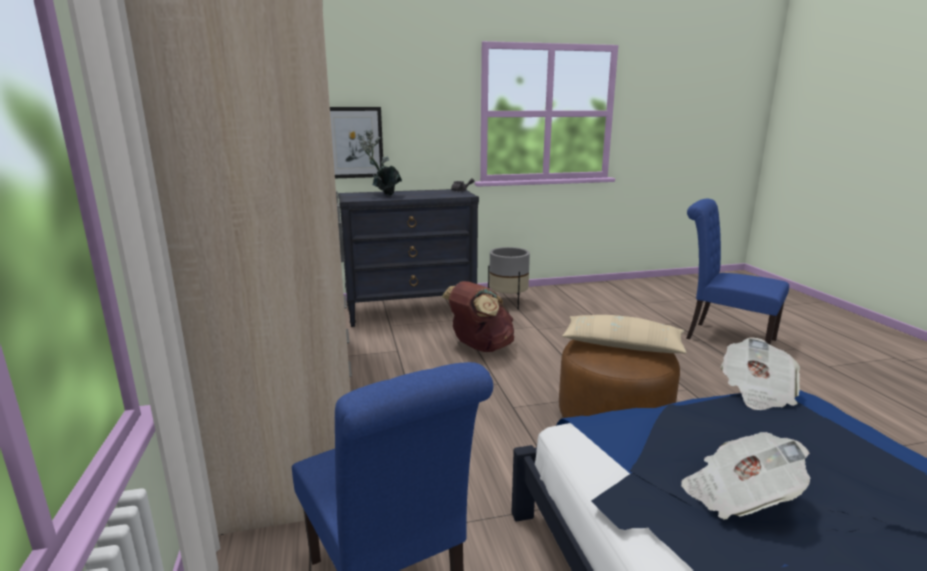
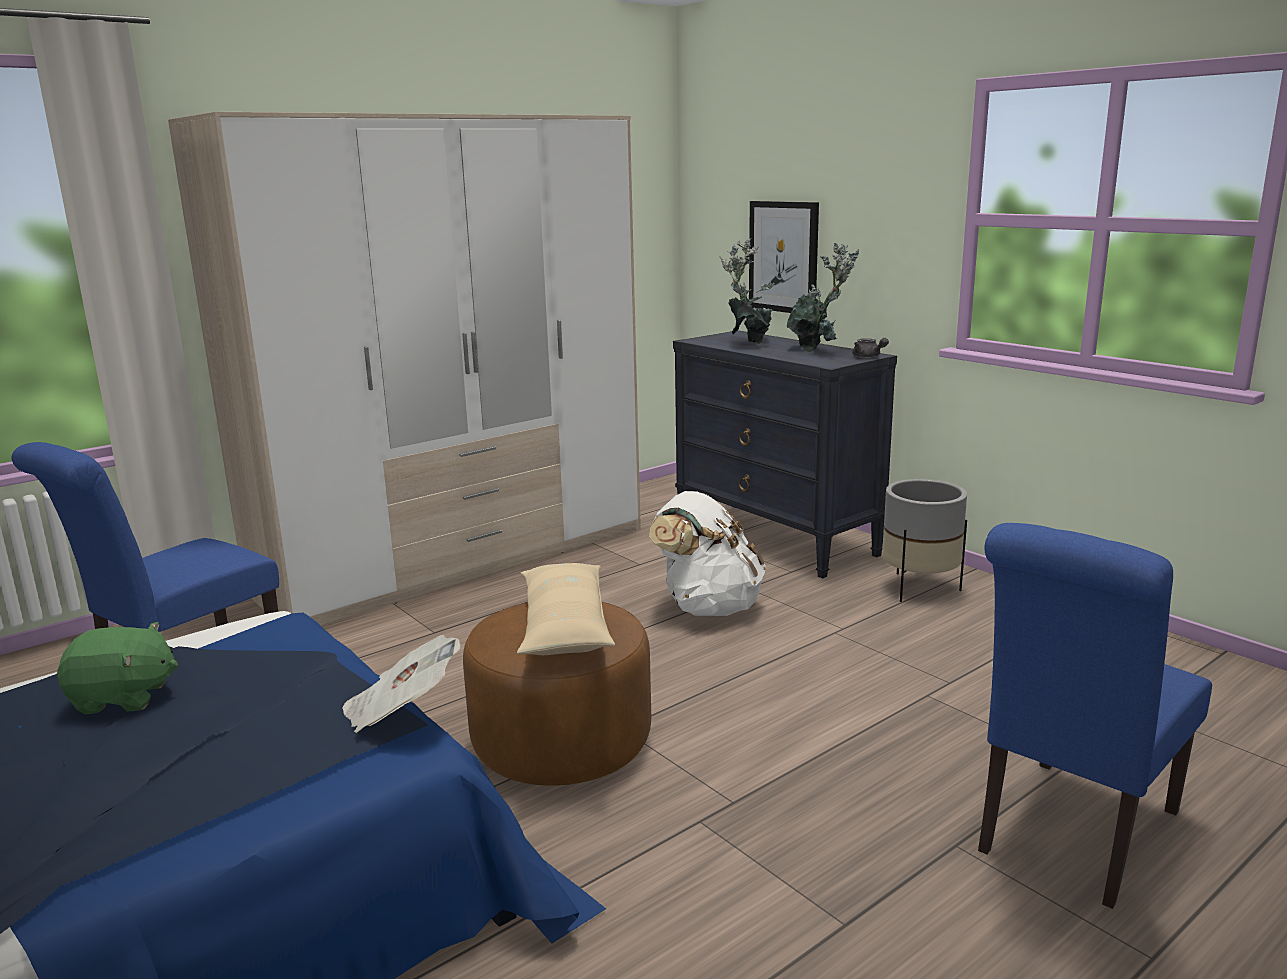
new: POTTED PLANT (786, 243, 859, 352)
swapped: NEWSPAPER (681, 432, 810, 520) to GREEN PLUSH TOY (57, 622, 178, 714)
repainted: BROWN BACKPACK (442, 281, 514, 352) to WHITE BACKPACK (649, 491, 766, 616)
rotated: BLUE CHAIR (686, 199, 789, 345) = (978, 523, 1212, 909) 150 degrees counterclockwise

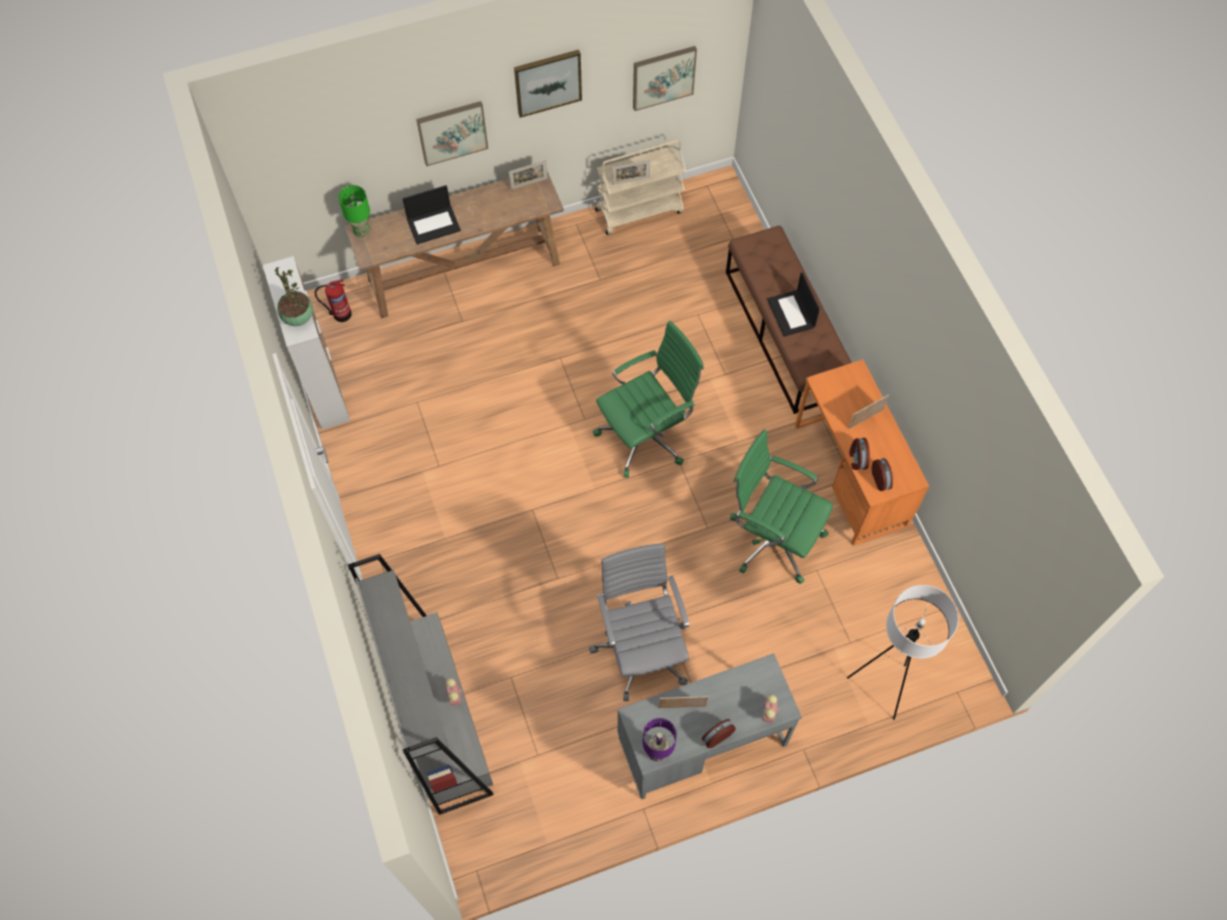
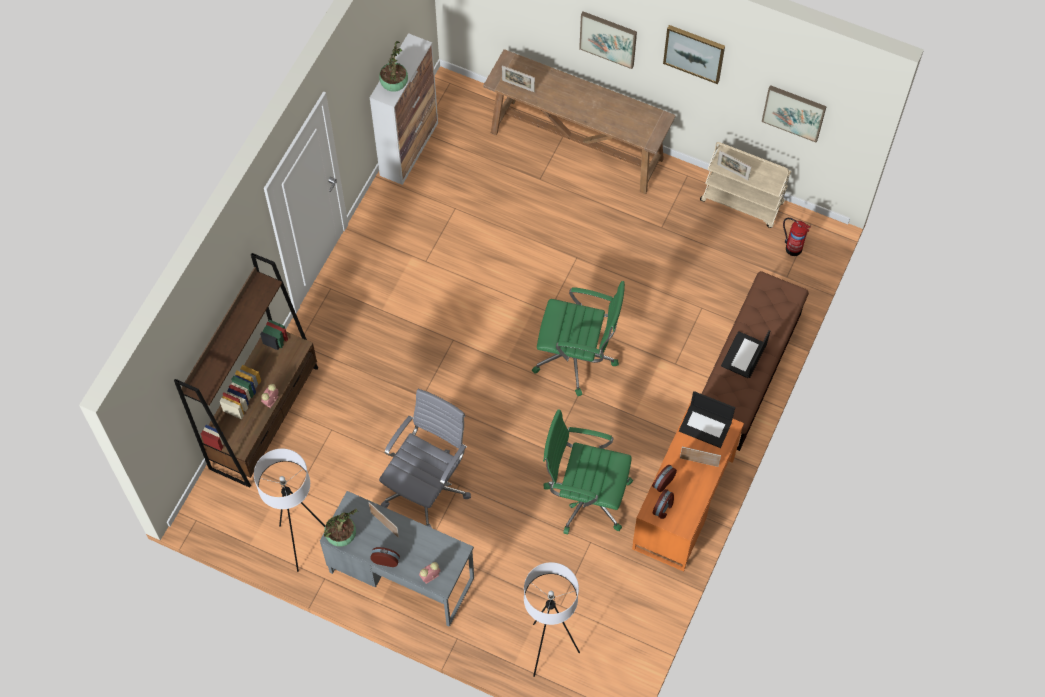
gone: GREEN TABLE LAMP (338, 185, 370, 237)
new: WHITE FLOOR LAMP (254, 449, 325, 572)
shifted: FIRE EXTINGUISHER (315, 279, 352, 322) to (783, 218, 811, 256); LAPTOP (402, 185, 461, 244) to (679, 391, 735, 448); PICTURE FRAME (509, 160, 548, 190) to (502, 65, 535, 92)
swapped: PURPLE TABLE LAMP (642, 718, 677, 762) to POTTED PLANT (324, 509, 358, 547)
repainted: GREY BOOKCASE (348, 554, 493, 815) to BROWN BOOKCASE (174, 253, 318, 488)
rotated: GREEN OFFICE CHAIR (730, 429, 833, 584) = (543, 409, 633, 534) 60 degrees counterclockwise

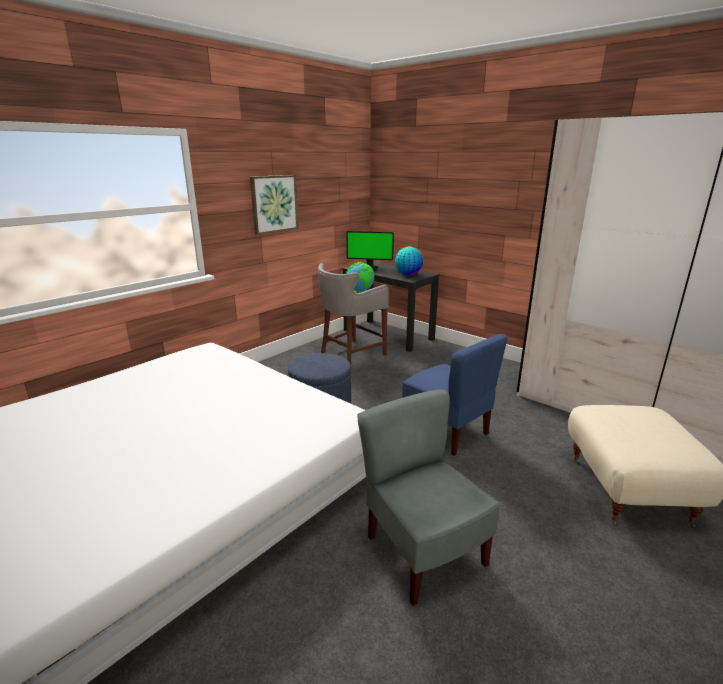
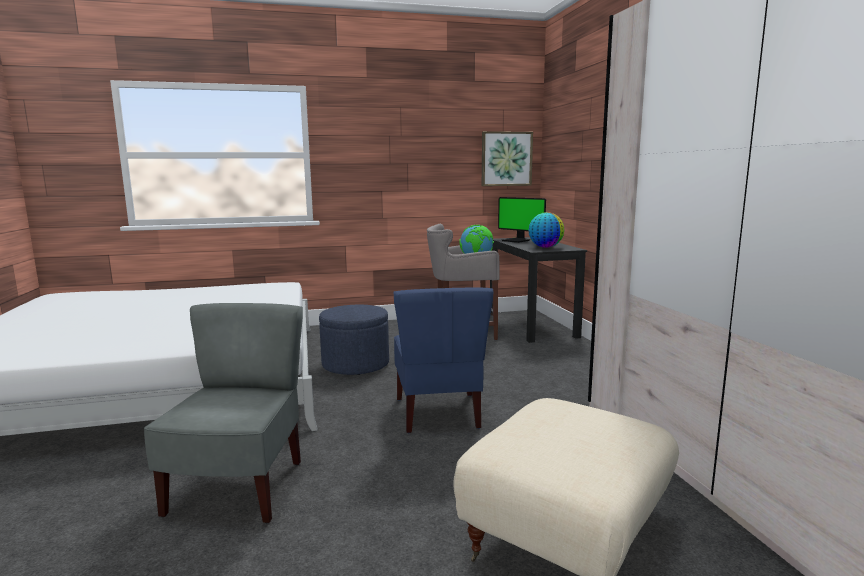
shifted: PICTURE (250, 175, 299, 235) to (482, 131, 533, 186)

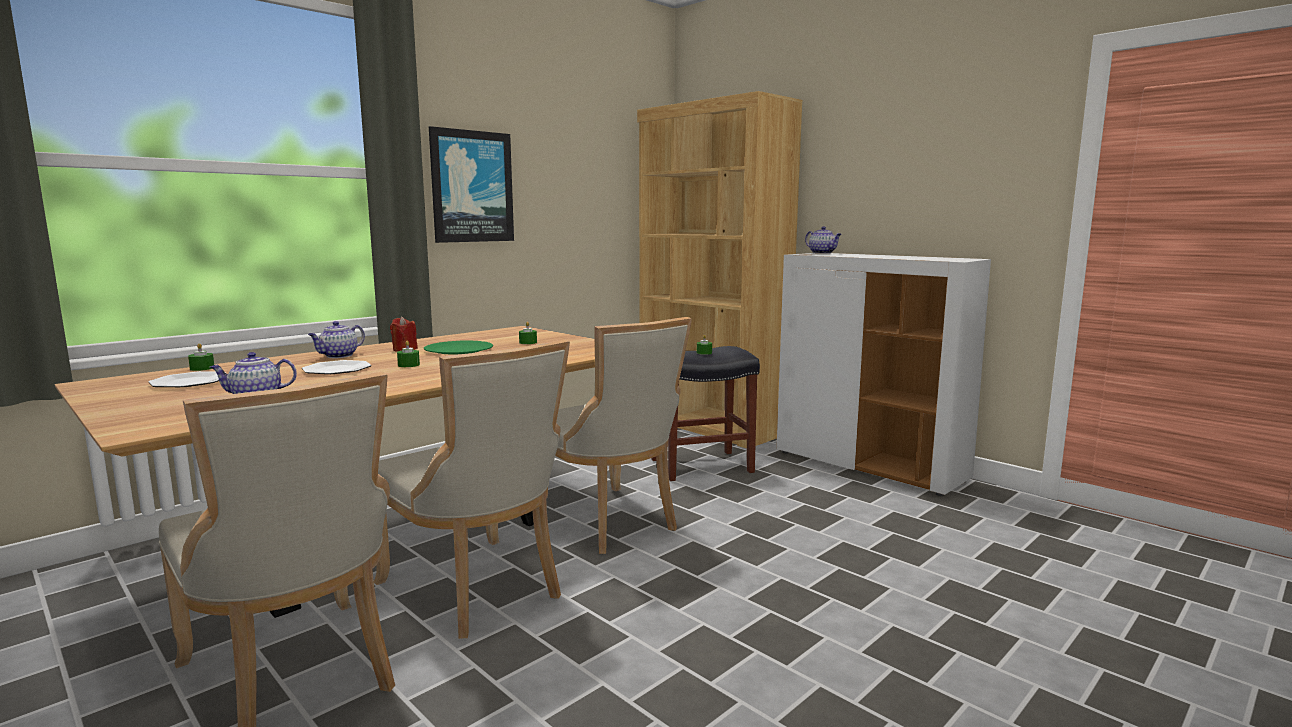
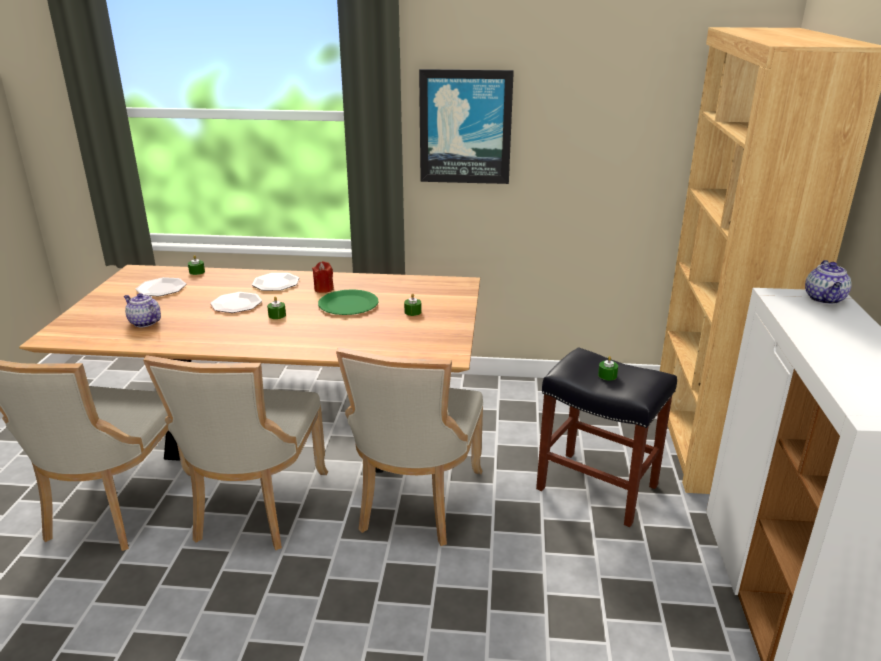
swapped: TEAPOT (308, 321, 365, 358) to PLATE (252, 273, 299, 291)

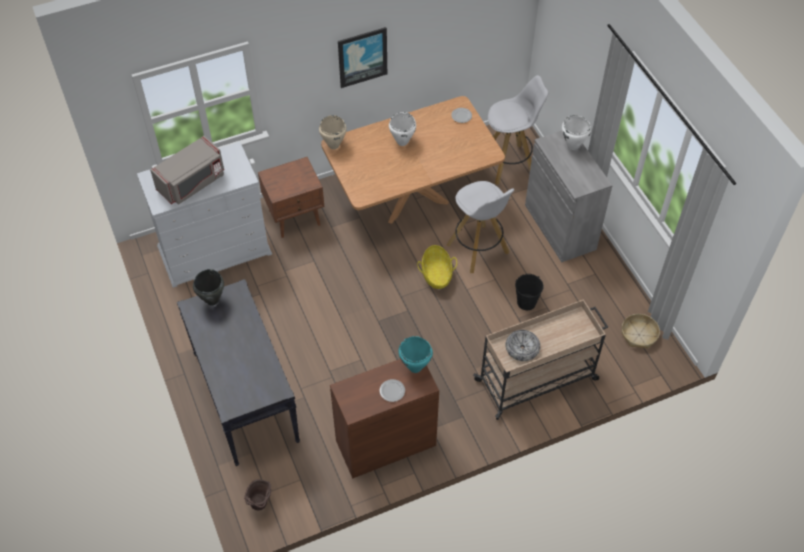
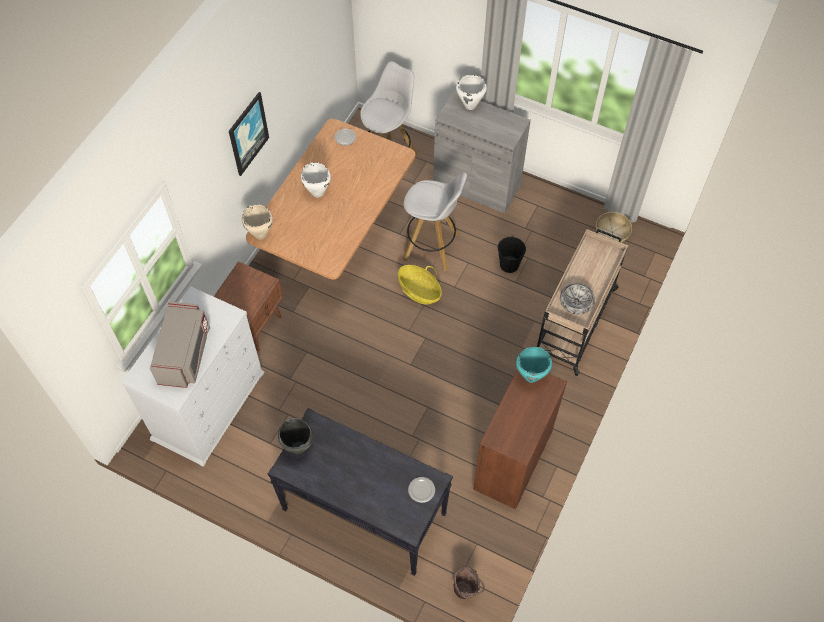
shifted: PLATE (380, 379, 405, 402) to (408, 477, 435, 503)

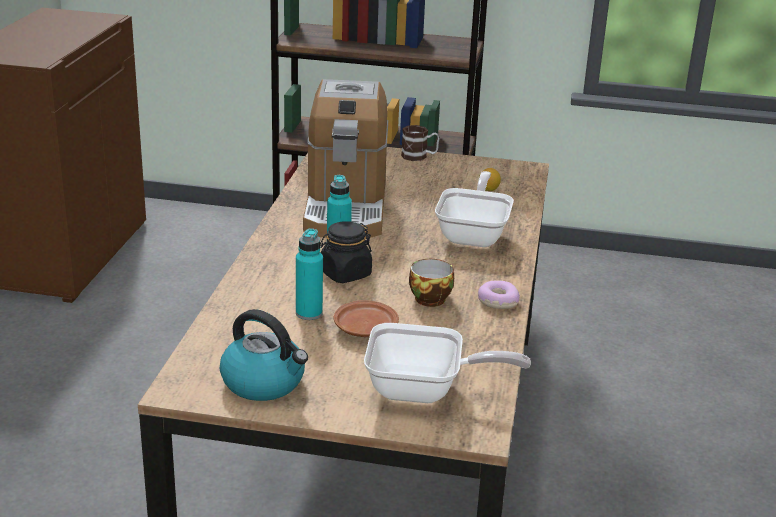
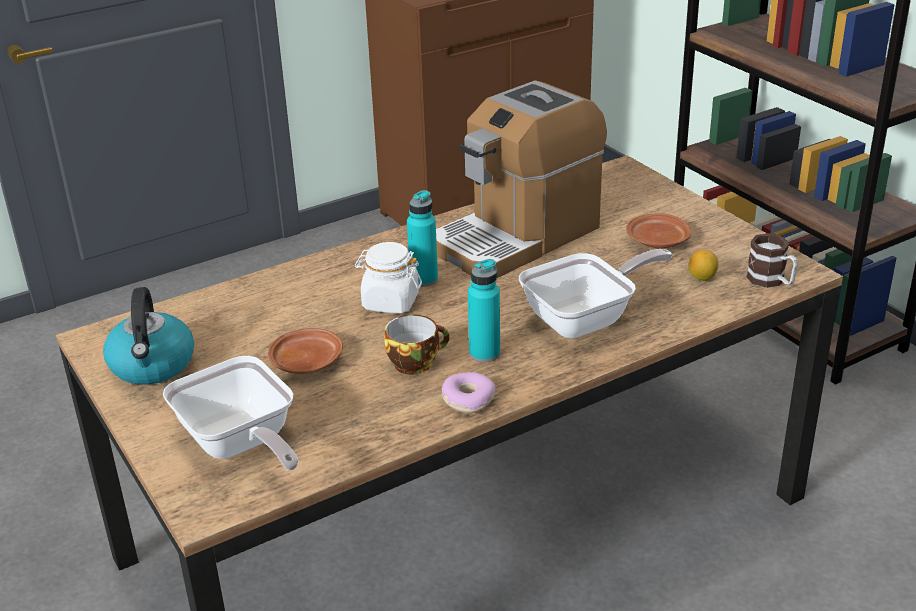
new: BROWN PLATE (626, 213, 691, 248)
shifted: TURQUOISE BOTTLE (296, 228, 323, 320) to (468, 259, 500, 362); MUG (401, 125, 440, 161) to (746, 233, 798, 288)
repainted: BLACK JAR (320, 221, 372, 283) to WHITE JAR (355, 242, 422, 313)

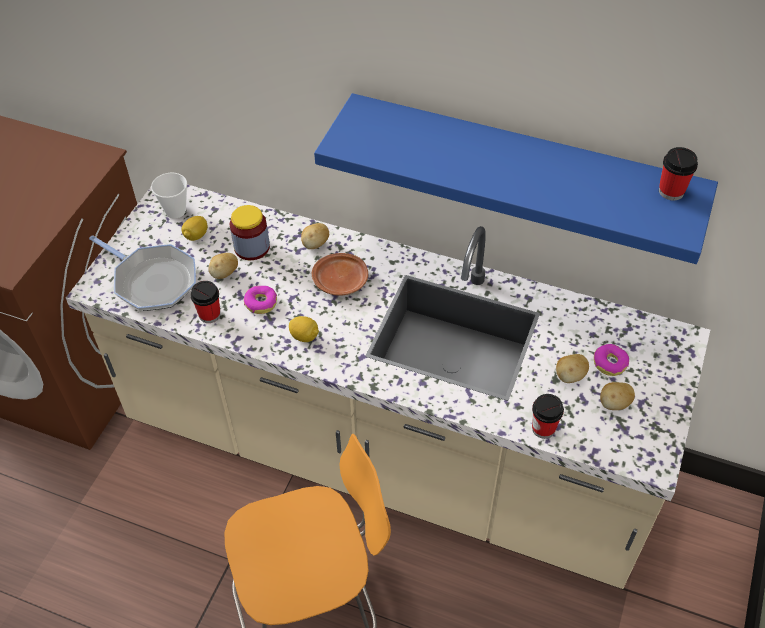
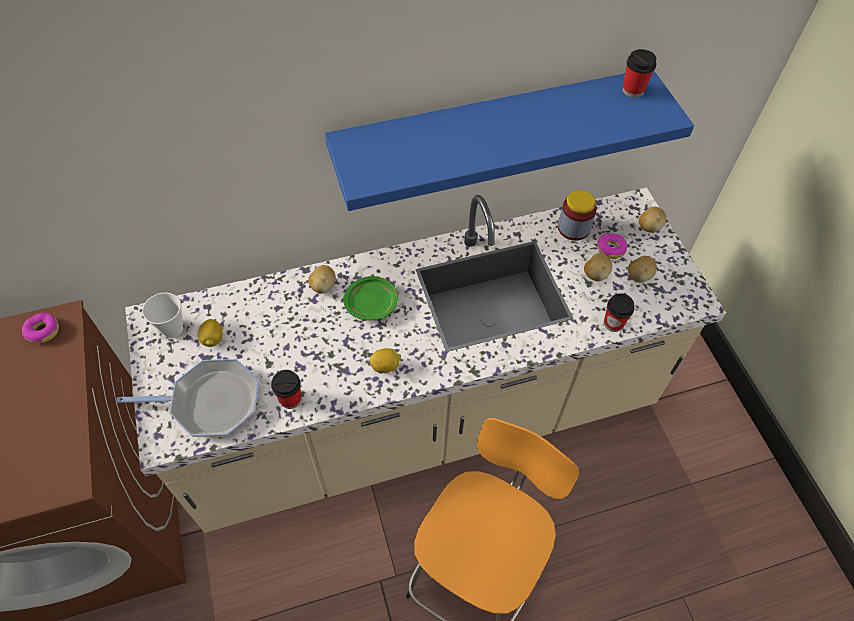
shifted: POTATO (208, 253, 238, 279) to (639, 207, 666, 233); JAR (230, 205, 270, 260) to (558, 190, 597, 241); DONUT (244, 286, 277, 314) to (22, 313, 59, 344)
repainted: BROWN PLATE (312, 253, 368, 296) to GREEN PLATE (343, 276, 398, 320)

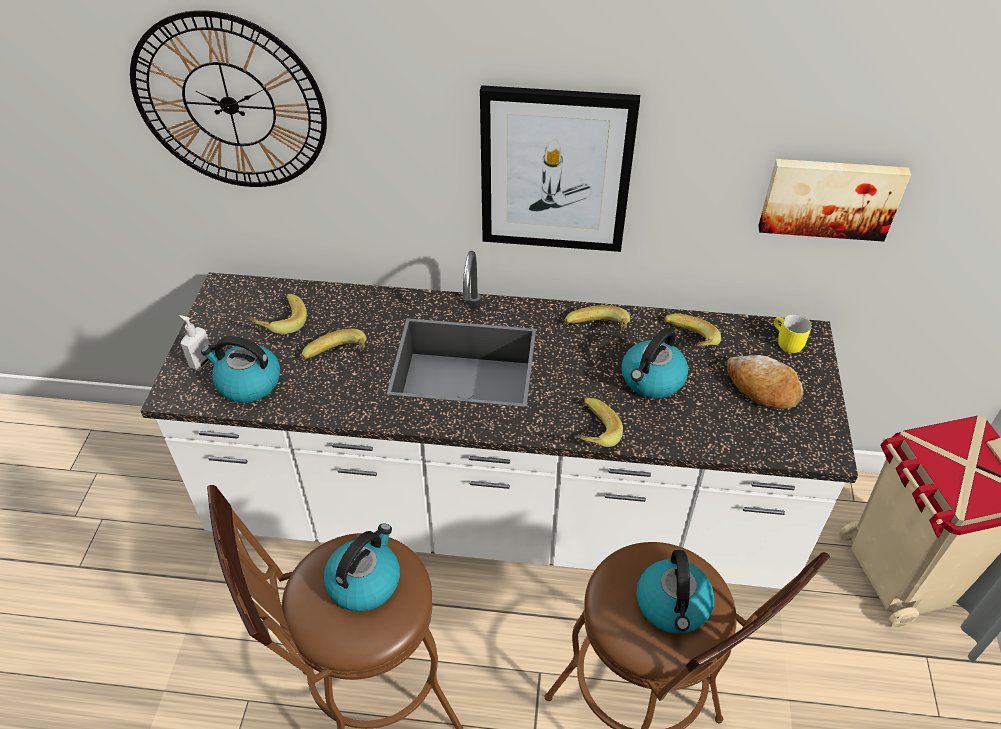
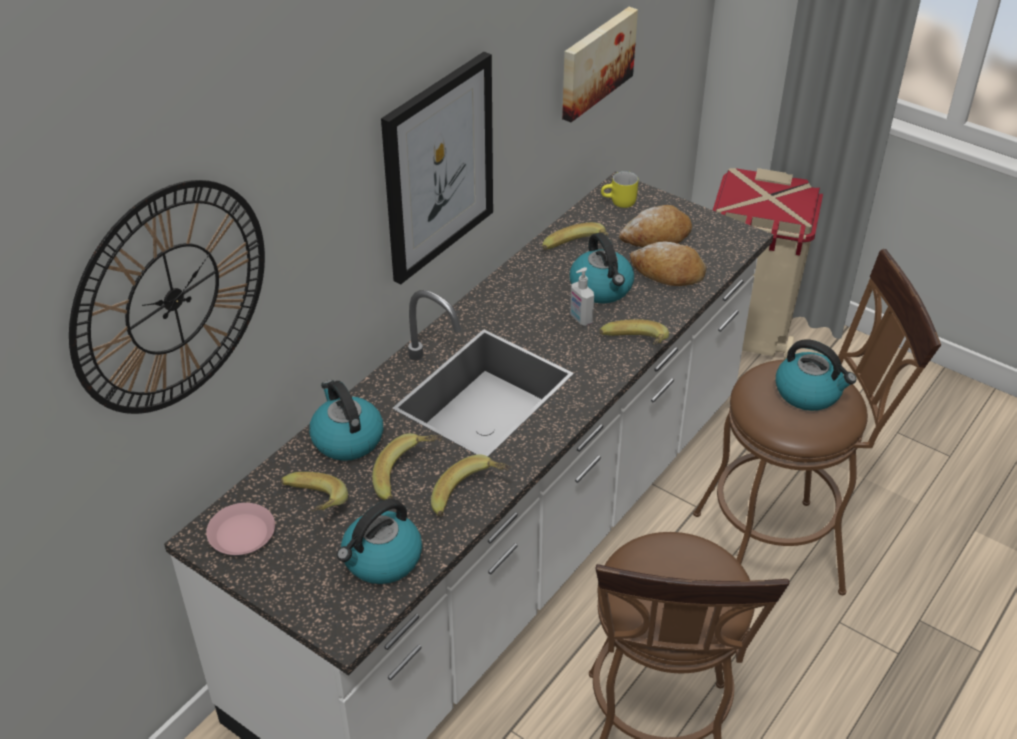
new: PINK PLATE (206, 503, 275, 555); BREAD (630, 242, 706, 286)
shifted: SOAP DISPENSER (180, 315, 210, 370) to (570, 267, 594, 326); KETTLE (324, 524, 400, 611) to (309, 380, 383, 461); BANANA (564, 305, 630, 330) to (431, 454, 510, 516)

